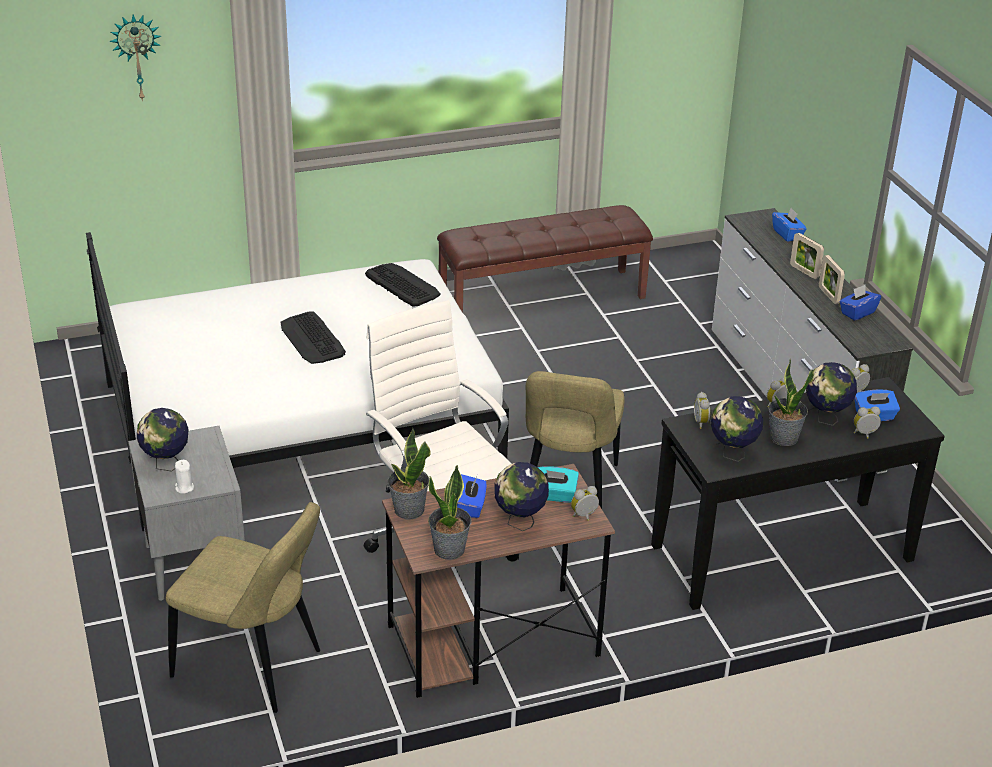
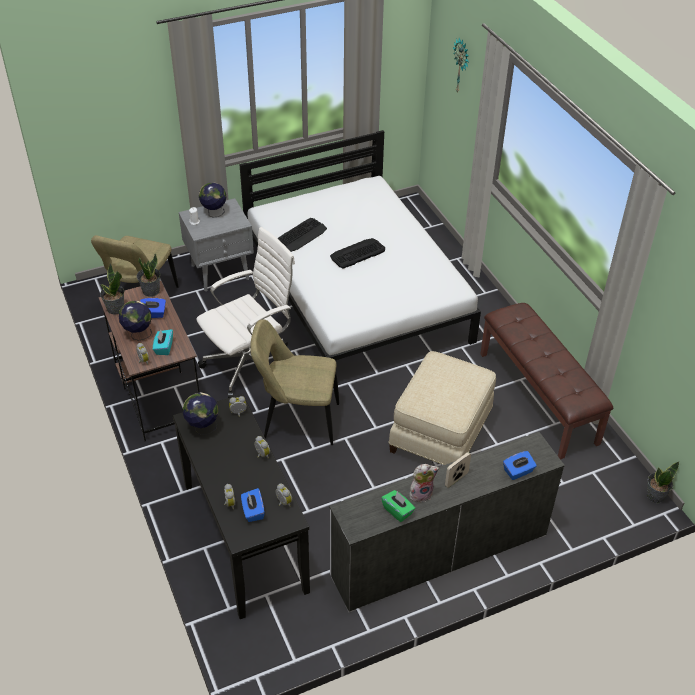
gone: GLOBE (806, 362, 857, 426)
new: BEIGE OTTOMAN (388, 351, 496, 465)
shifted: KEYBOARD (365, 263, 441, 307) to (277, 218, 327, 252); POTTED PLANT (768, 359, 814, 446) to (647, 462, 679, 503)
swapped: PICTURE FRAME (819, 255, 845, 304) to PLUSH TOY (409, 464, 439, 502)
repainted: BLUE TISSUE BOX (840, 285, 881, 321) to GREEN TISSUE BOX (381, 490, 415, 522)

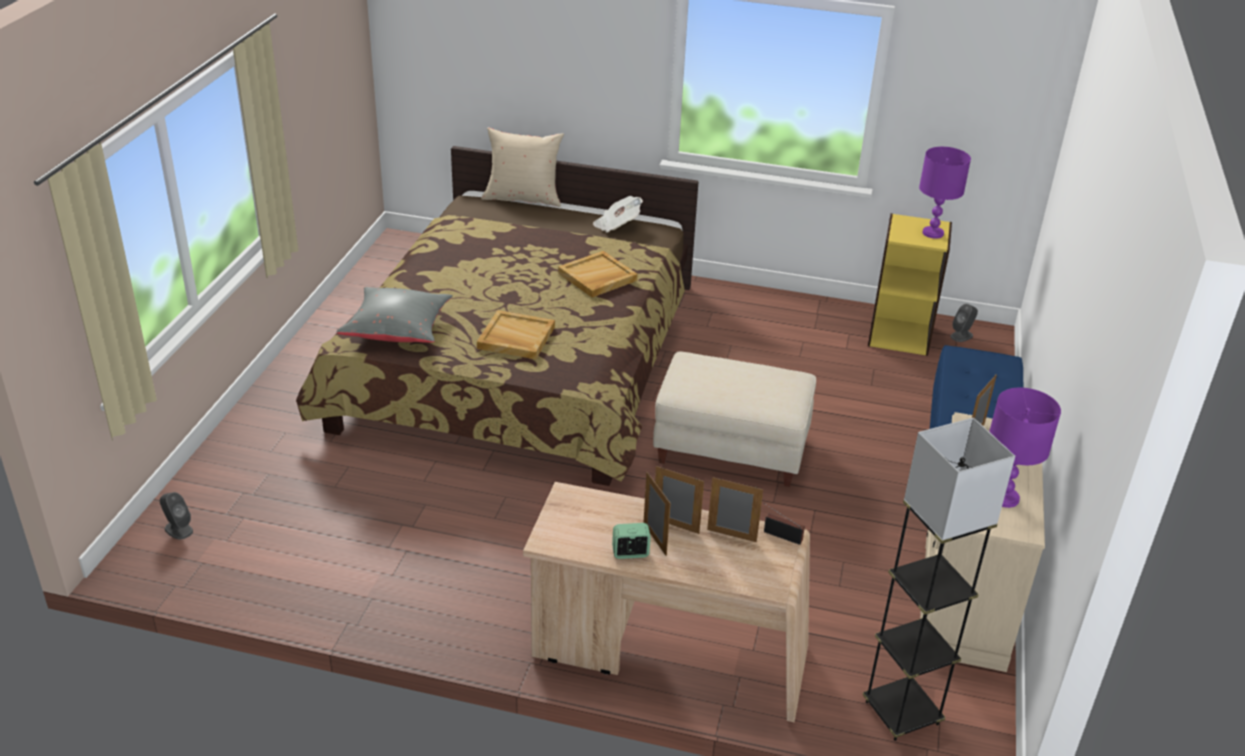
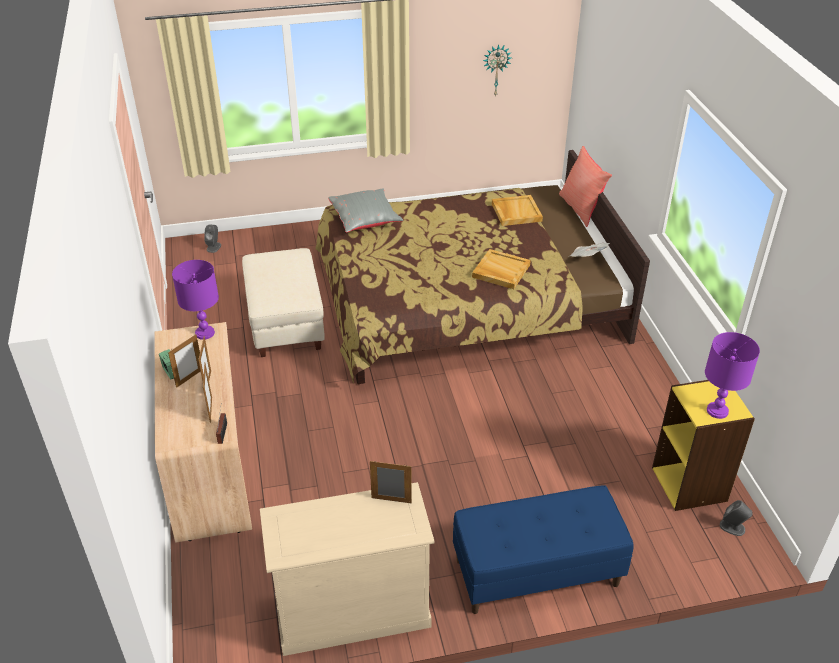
gone: GREY FLOOR LAMP (863, 417, 1015, 741)
new: WALL CLOCK (483, 44, 512, 97)
shifted: BEIGE TRAY (477, 310, 555, 359) to (492, 195, 543, 226); BEIGE OTTOMAN (653, 352, 816, 487) to (242, 248, 325, 357); PURPLE TABLE LAMP (989, 388, 1061, 508) to (172, 260, 219, 340)
repainted: BEIGE PILLOW (481, 128, 564, 207) to RED PILLOW (559, 146, 612, 227)

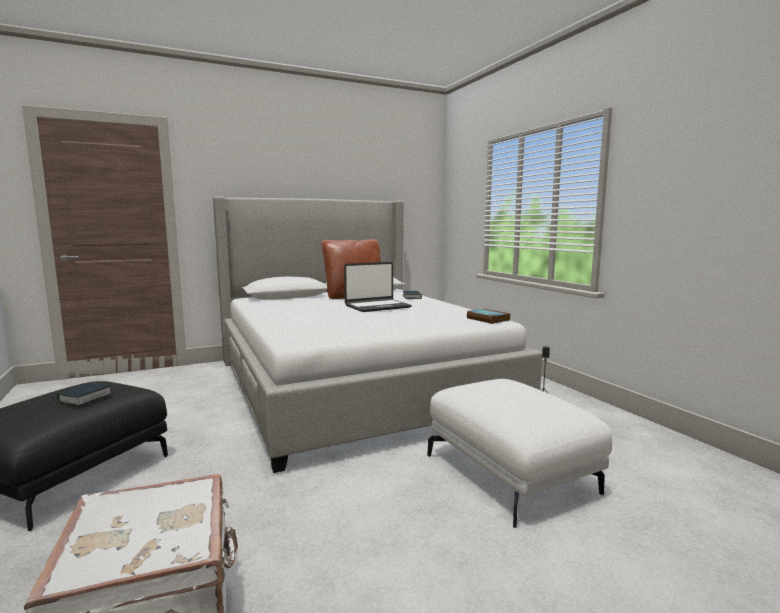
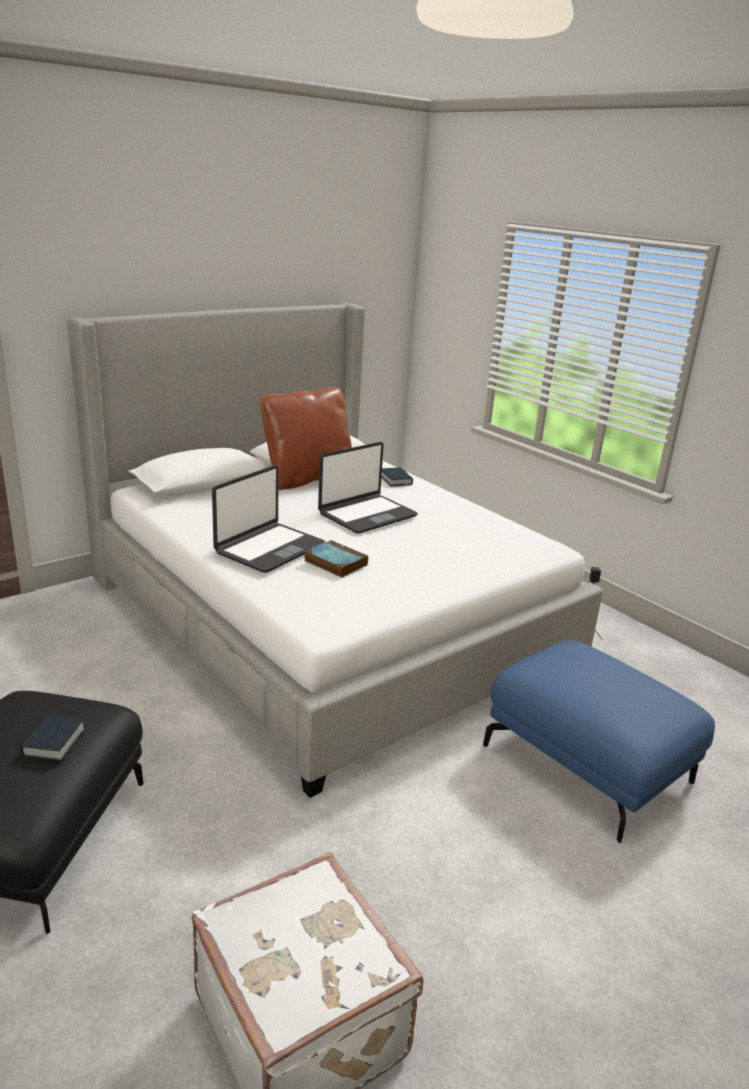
new: LAPTOP (212, 465, 325, 573)
shifted: BOOK (467, 308, 510, 324) to (304, 540, 368, 578)
repainted: WHITE OTTOMAN (427, 379, 612, 528) to BLUE OTTOMAN (483, 640, 715, 843)

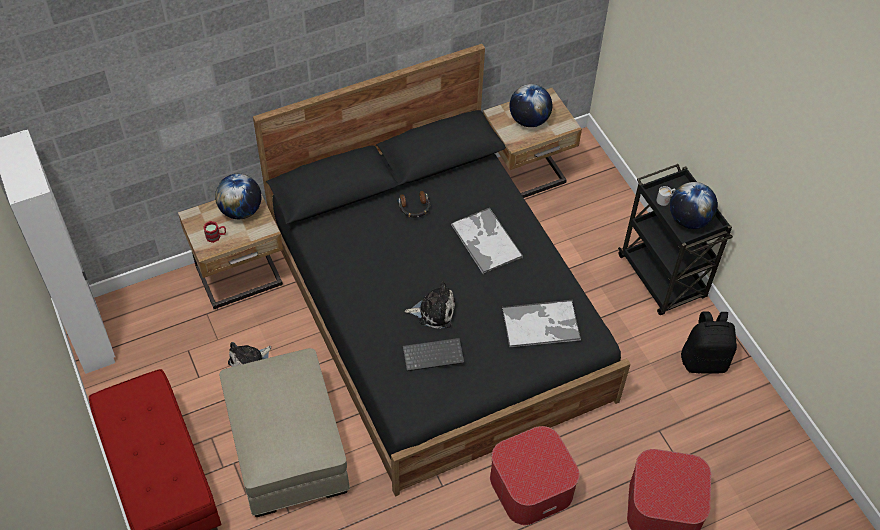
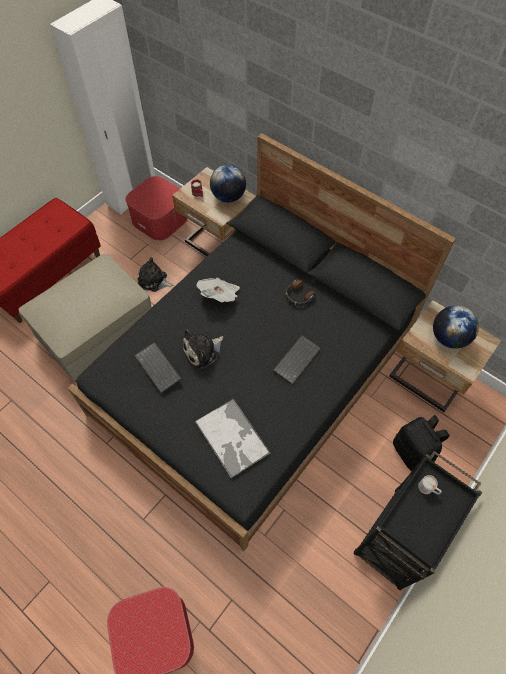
gone: GLOBE (670, 182, 718, 229)
new: NEWSPAPER (196, 278, 240, 302)
shifted: OTTOMAN (490, 426, 580, 525) to (125, 176, 187, 241); BLACK BACKPACK (681, 311, 737, 374) to (393, 415, 450, 471)
swapped: TRAY (451, 208, 523, 274) to KEYBOARD (273, 335, 321, 385)
rotated: PLUSH TOY (405, 281, 455, 329) = (182, 329, 224, 369) 75 degrees clockwise

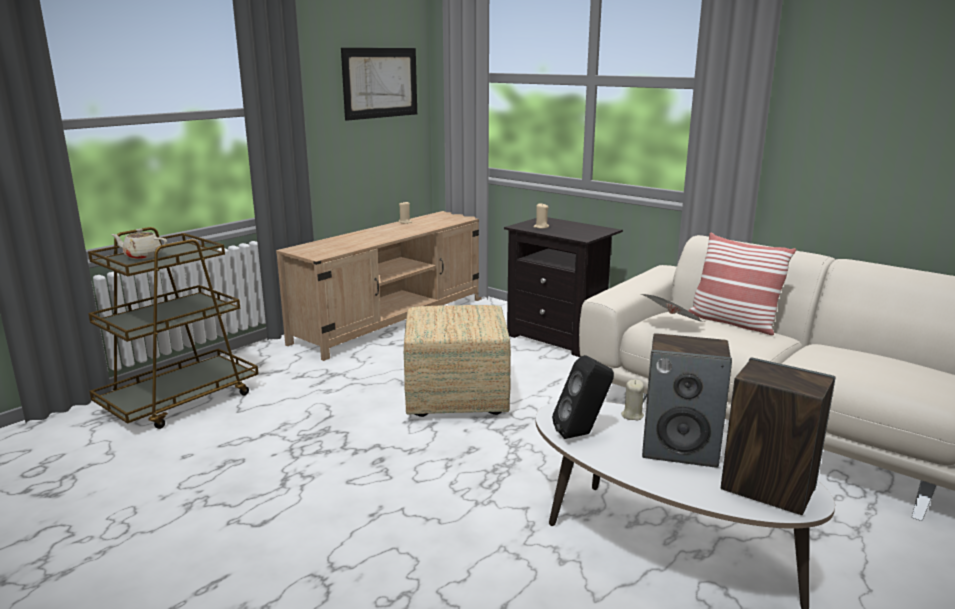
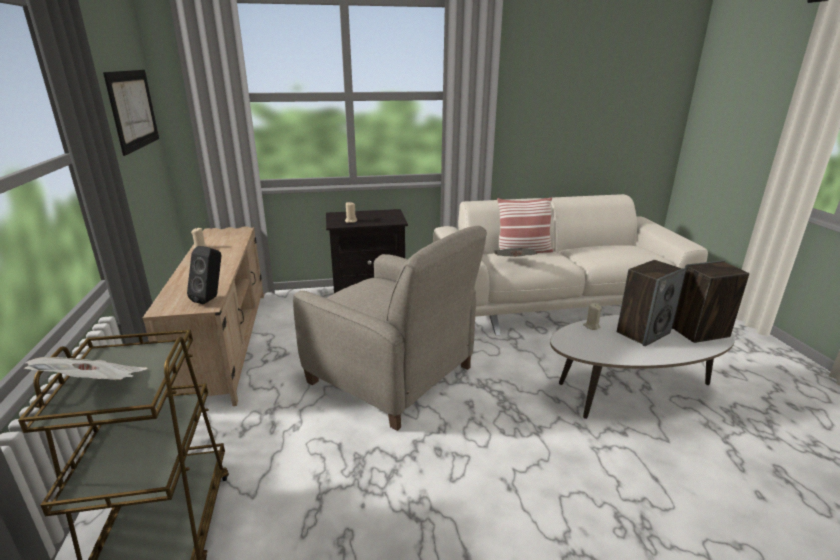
shifted: BLACK SPEAKER (552, 355, 614, 439) to (187, 246, 221, 304)
swapped: BEIGE TEAPOT (111, 229, 167, 259) to NEWSPAPER (23, 357, 147, 380); OTTOMAN (404, 305, 511, 417) to BEIGE ARMCHAIR (293, 226, 487, 431)

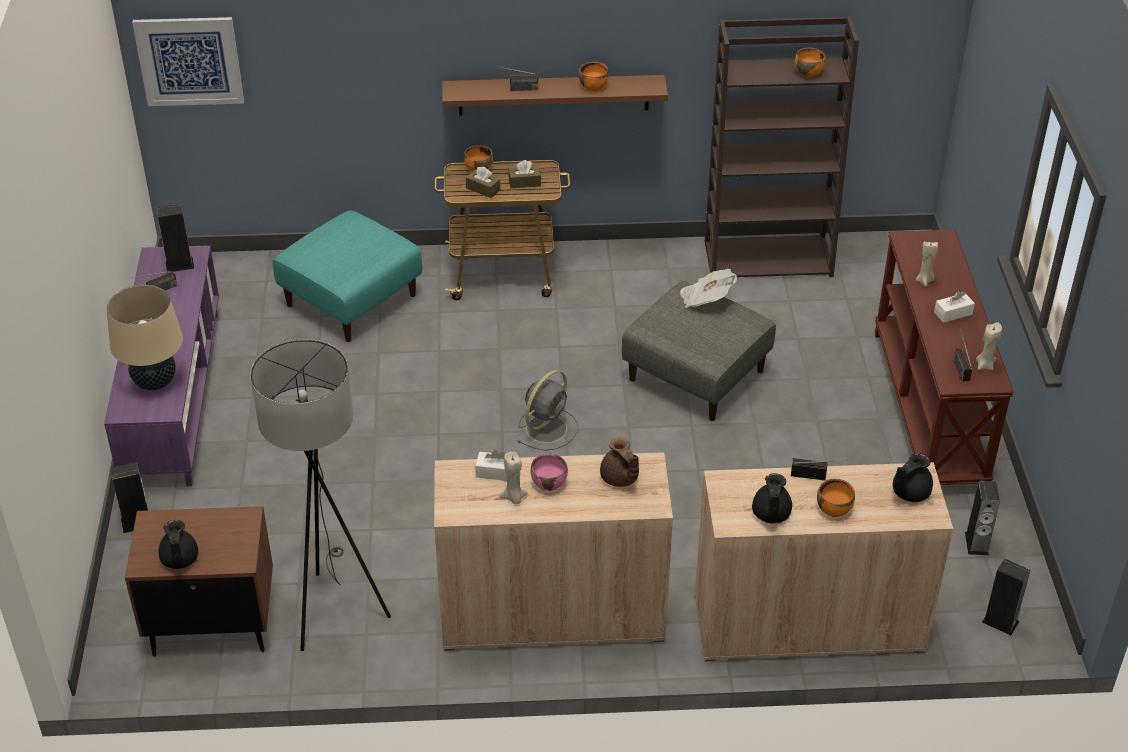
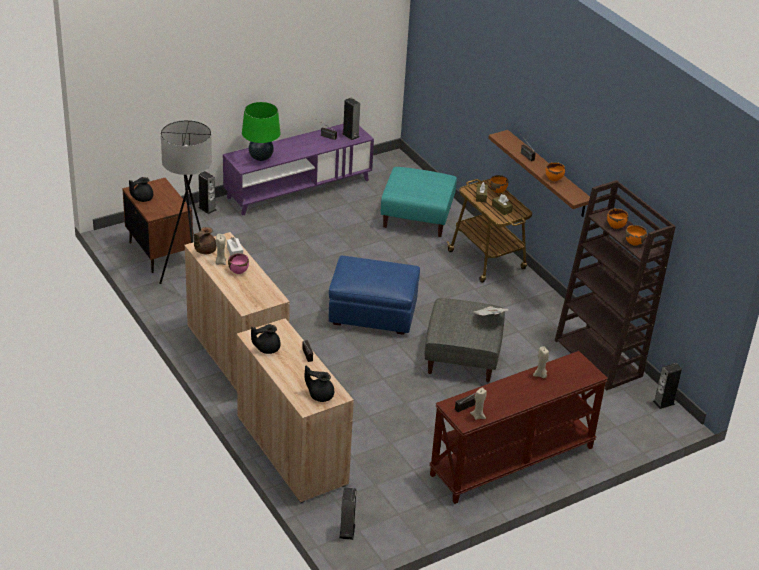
gone: PICTURE (132, 17, 244, 106); WHITE TISSUE BOX (934, 291, 975, 323)
shifted: BROWN TEAPOT (600, 438, 639, 487) to (194, 227, 216, 254); ORANGE BOWL (817, 479, 855, 517) to (607, 208, 628, 229); SPEAKER (965, 481, 1000, 555) to (653, 363, 682, 409)
swapped: GREY FAN (517, 370, 578, 450) to BLUE OTTOMAN (329, 256, 420, 335)
repainted: BEIGE TABLE LAMP (107, 285, 183, 390) to GREEN TABLE LAMP (242, 102, 280, 161)

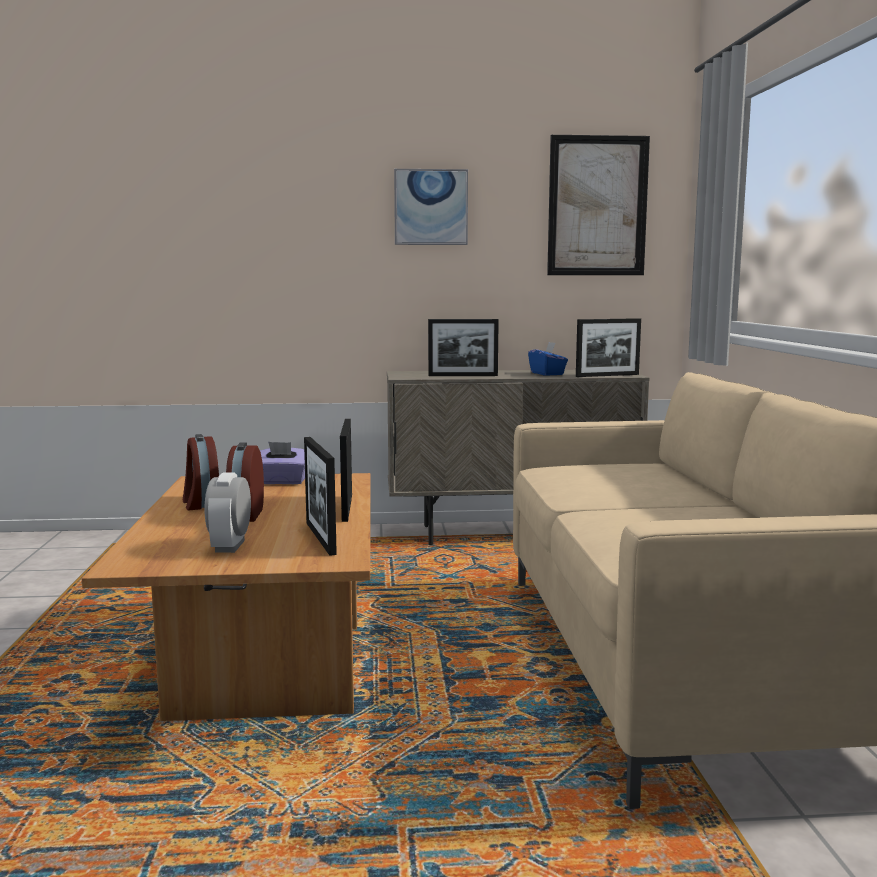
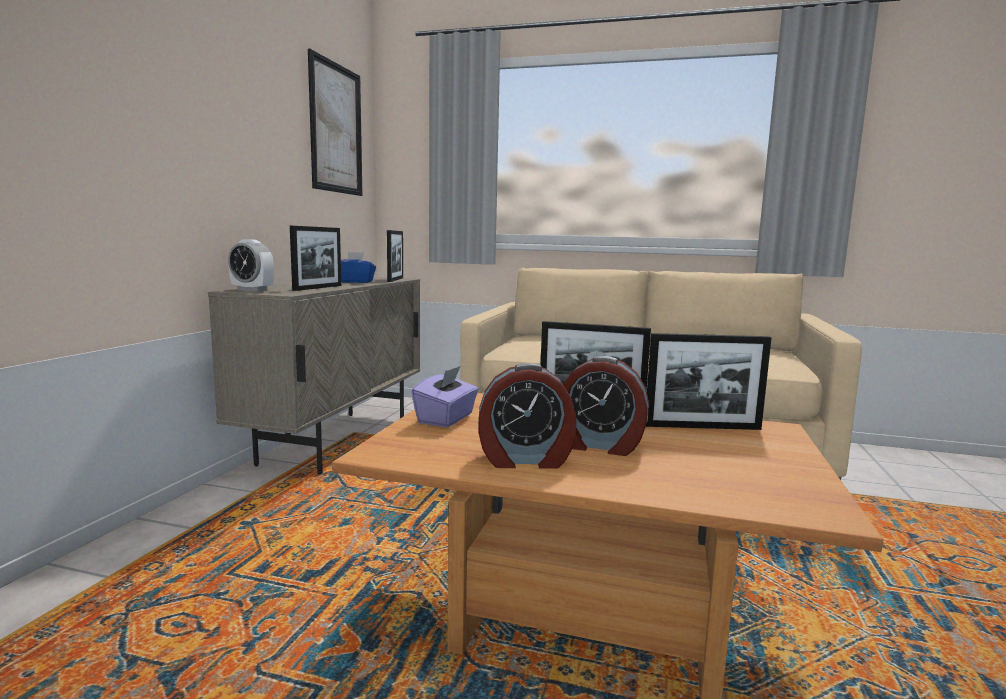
gone: PICTURE (394, 169, 468, 245)
shifted: ALARM CLOCK (204, 472, 251, 553) to (228, 239, 274, 292)

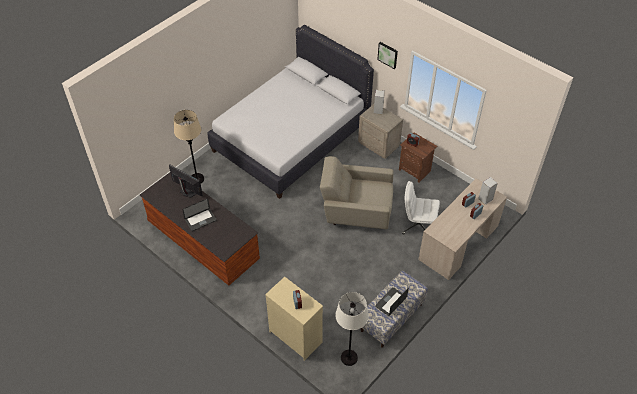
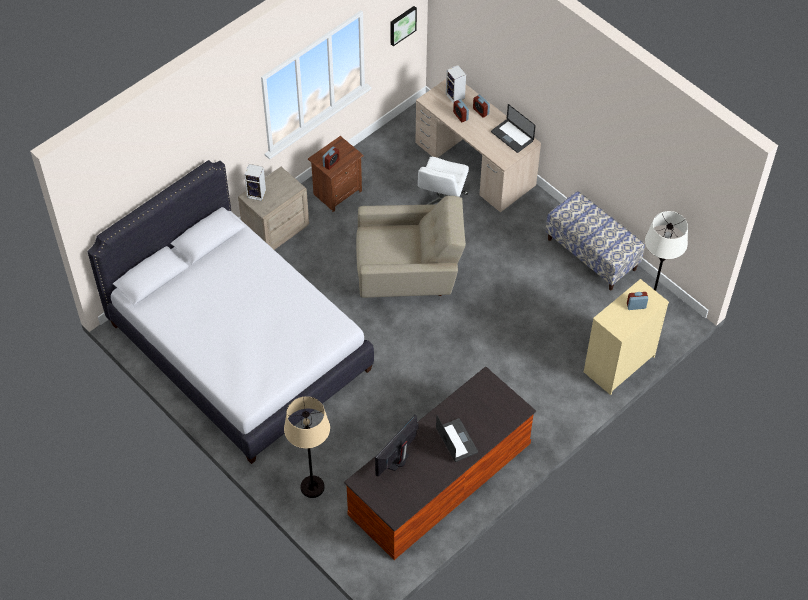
shifted: LAPTOP (375, 287, 409, 316) to (491, 104, 536, 153); PICTURE (377, 42, 398, 69) to (391, 6, 417, 46)
rotated: BEIGE ARMCHAIR (320, 156, 393, 229) = (356, 196, 466, 298) 105 degrees counterclockwise

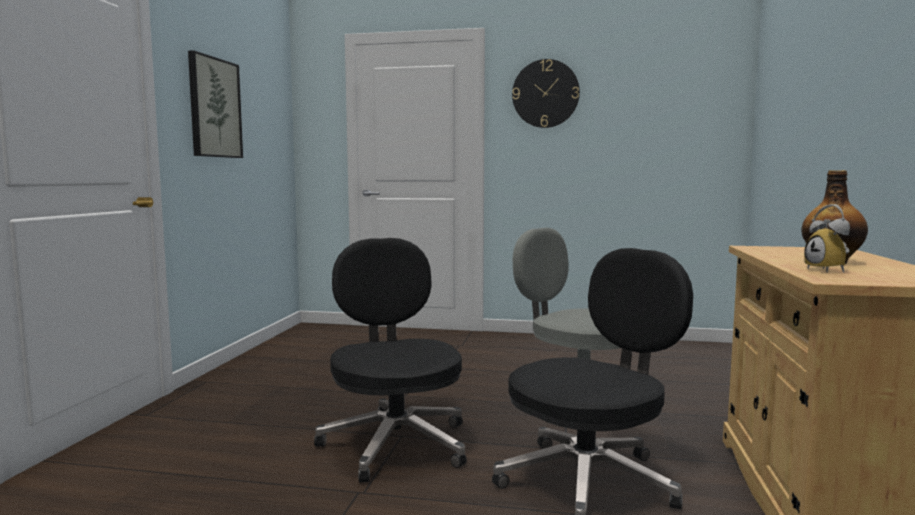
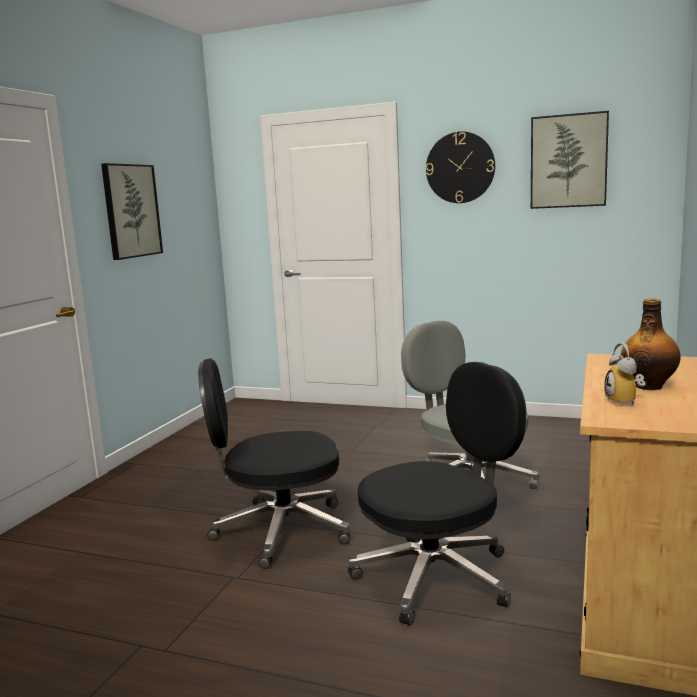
new: PICTURE (531, 111, 609, 209)
rotated: BLACK OFFICE CHAIR (314, 238, 467, 482) = (198, 358, 350, 569) 90 degrees counterclockwise

